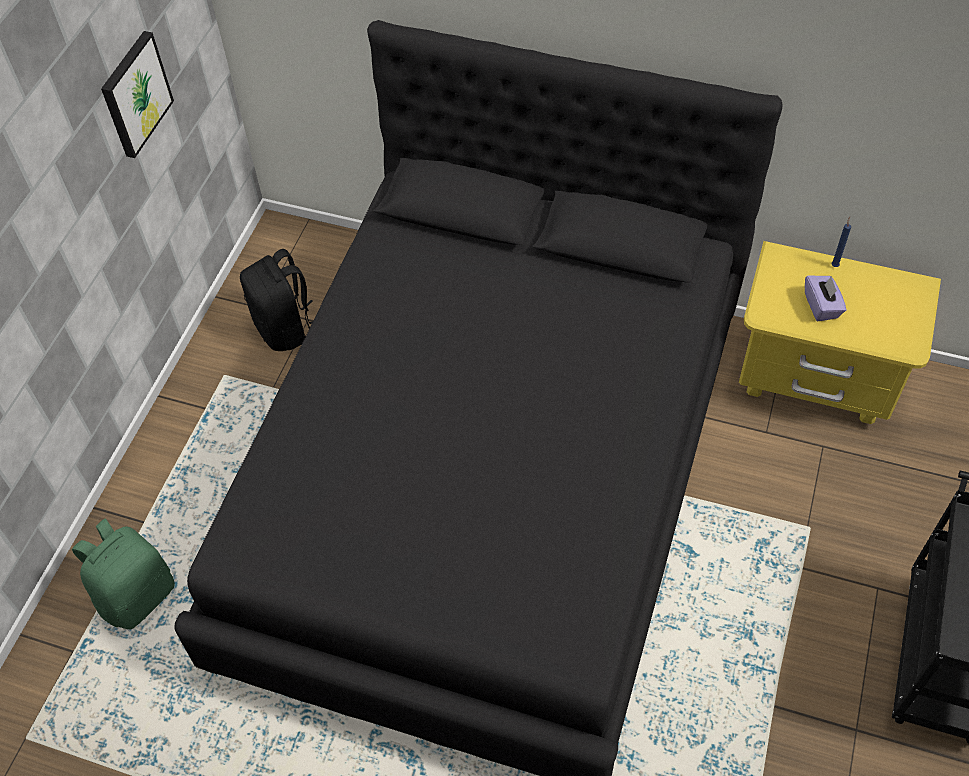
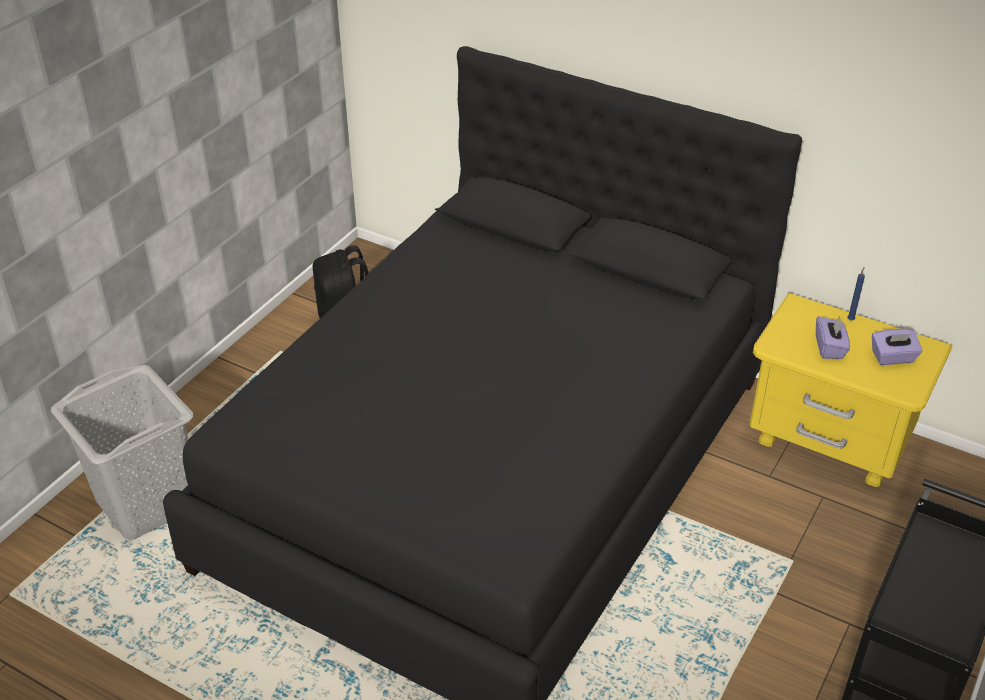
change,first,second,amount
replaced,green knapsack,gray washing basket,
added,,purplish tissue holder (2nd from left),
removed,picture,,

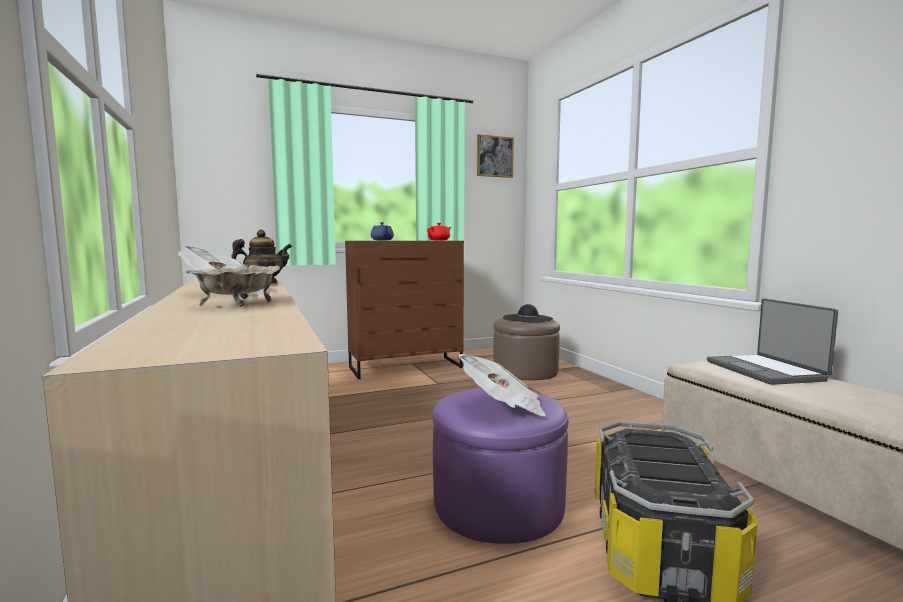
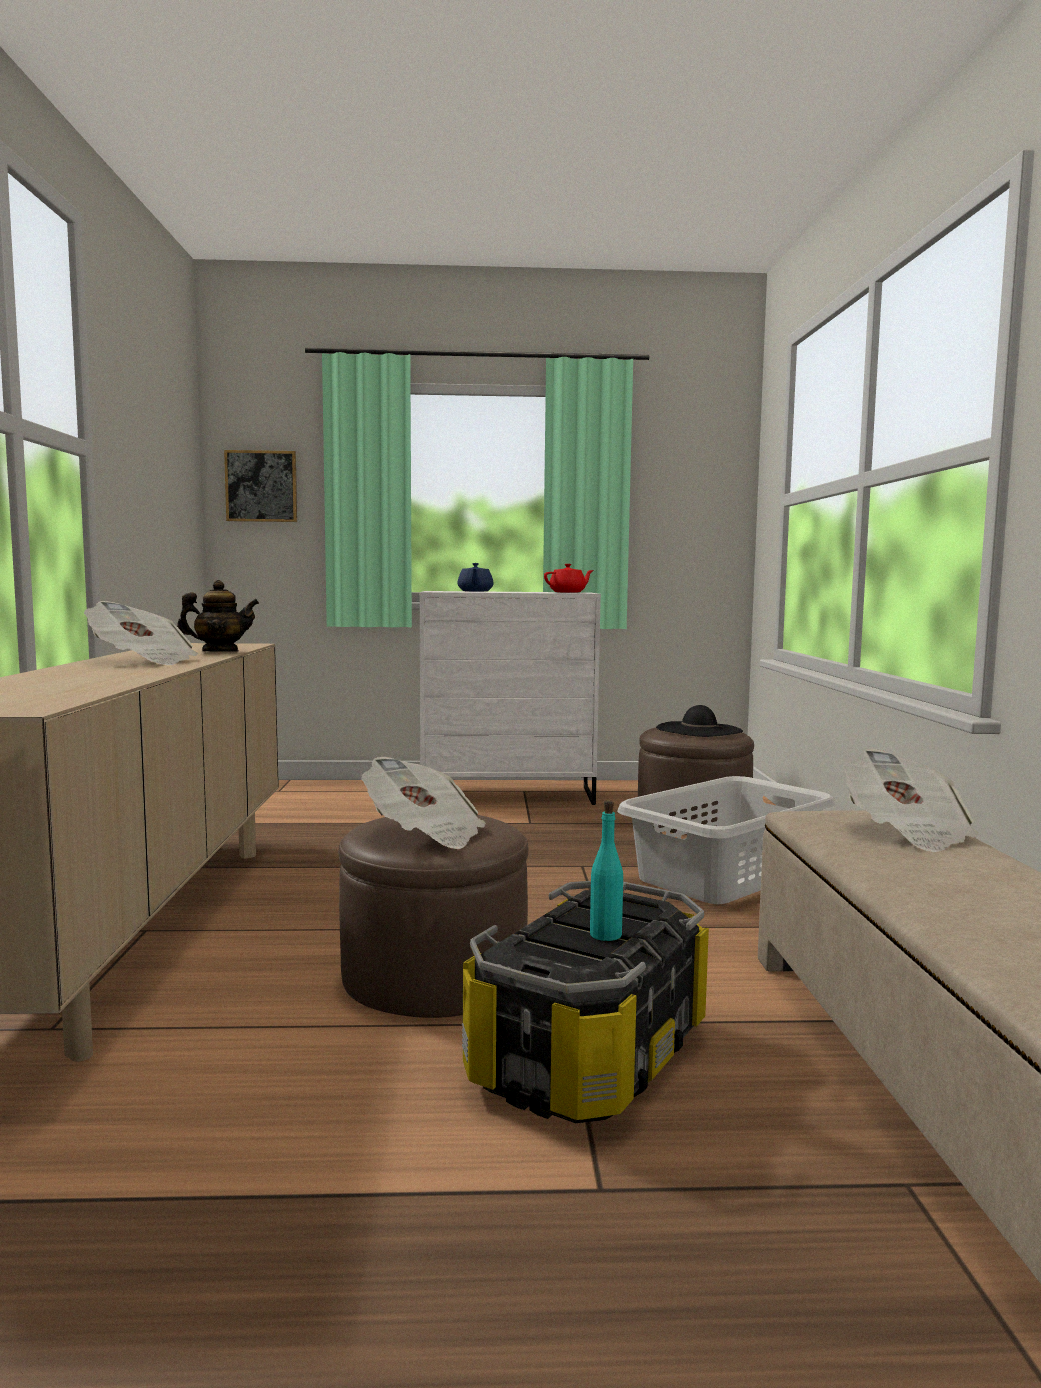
change,first,second,amount
moved,picture,,
recoloured,purplish pouffe,brownish pouffe (1st from left),
recoloured,brownish dresser,whitish dresser,
added,,turquoise-coloured bottle,
added,,gray washing basket,
replaced,laptop,newspaper (3rd from left),
removed,sand-coloured serving bowl,,

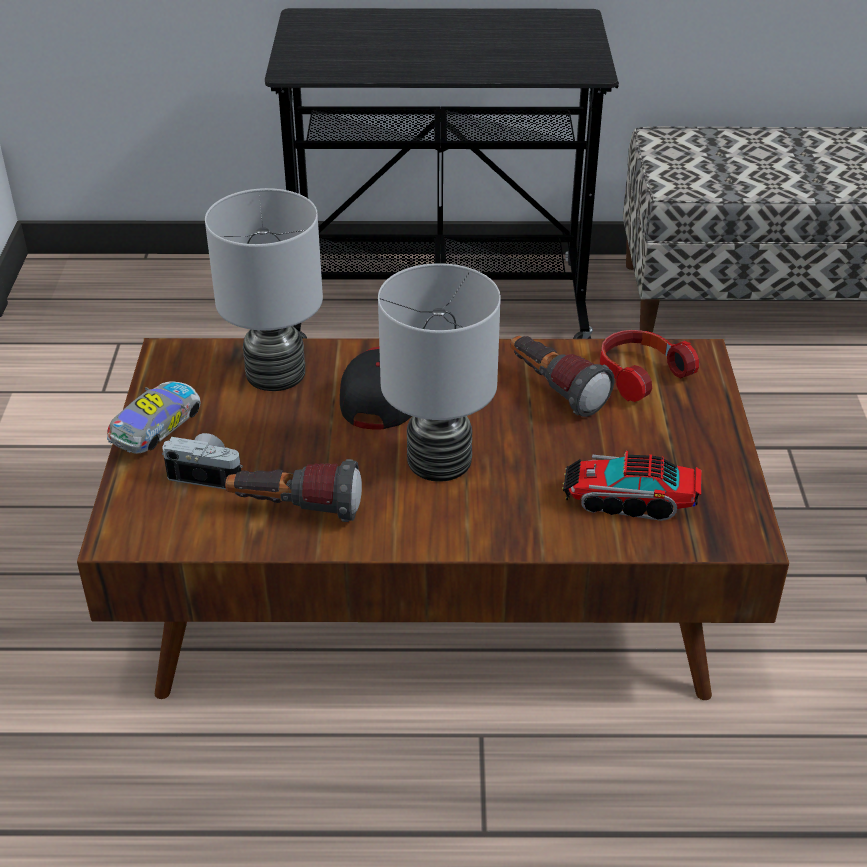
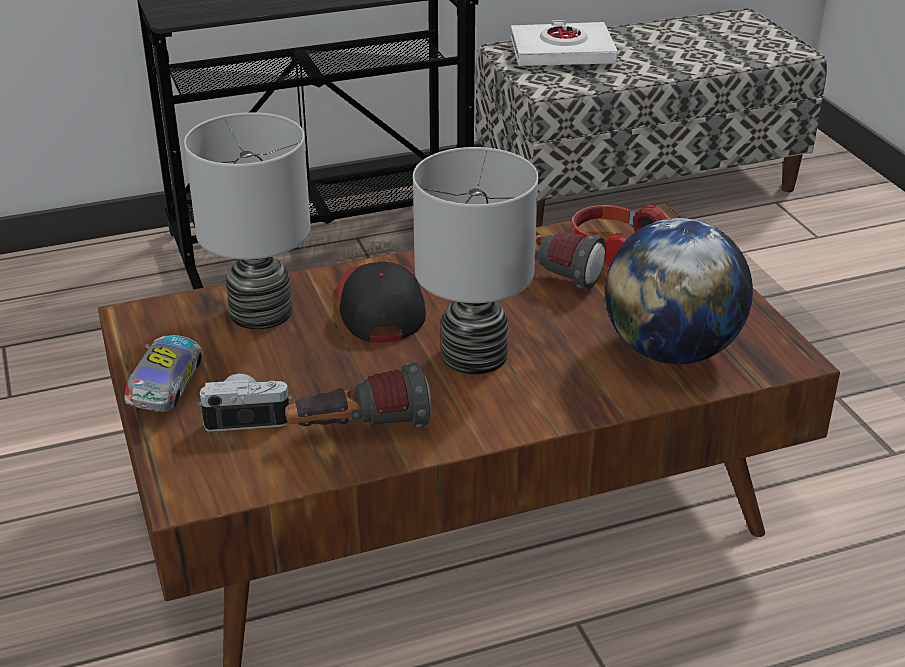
change,first,second,amount
added,,whitish bound book,
replaced,toy lorry,globe,

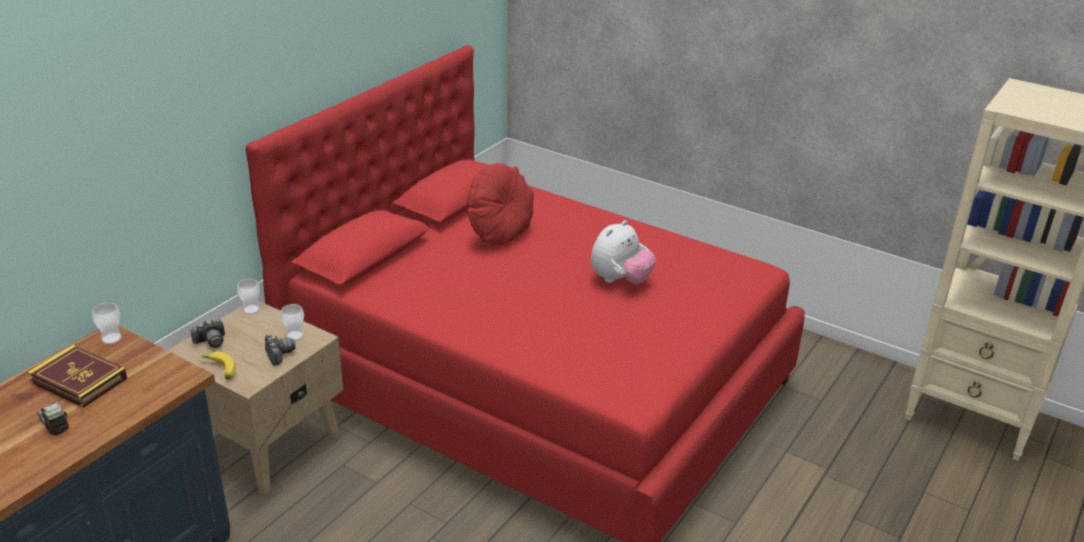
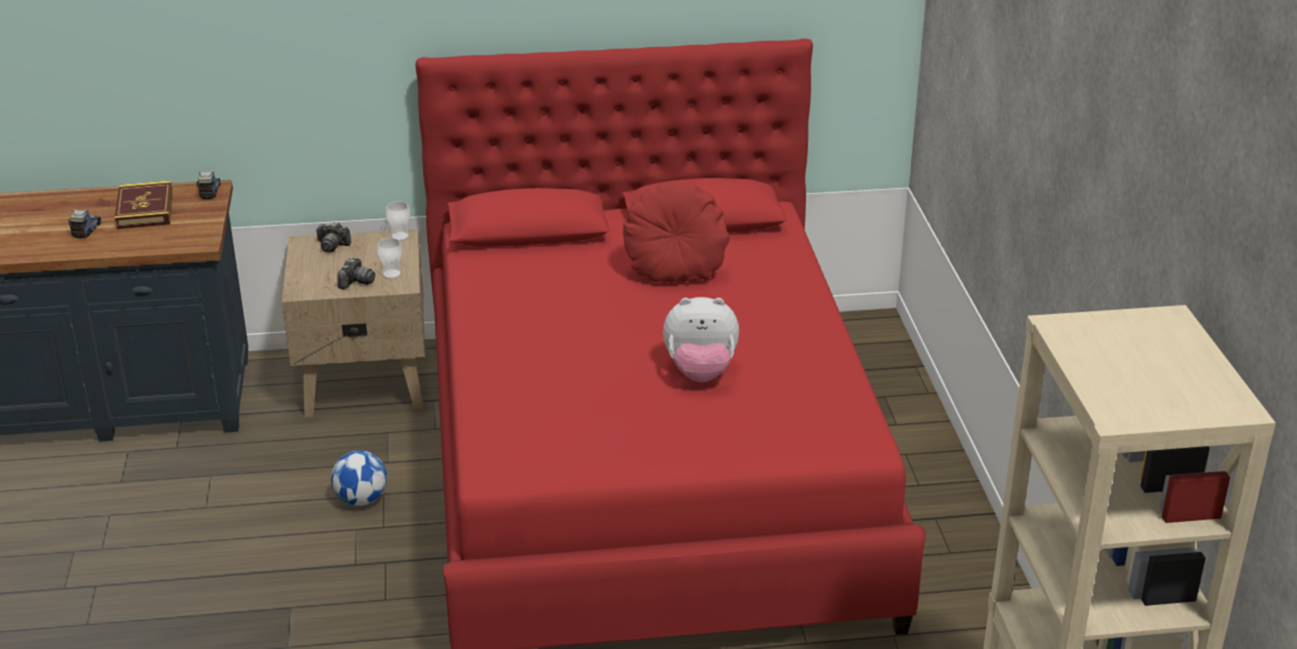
change,first,second,amount
replaced,small cup (1st from left),toy lorry (2nd from left),
added,,football ball,
removed,banana fruit,,

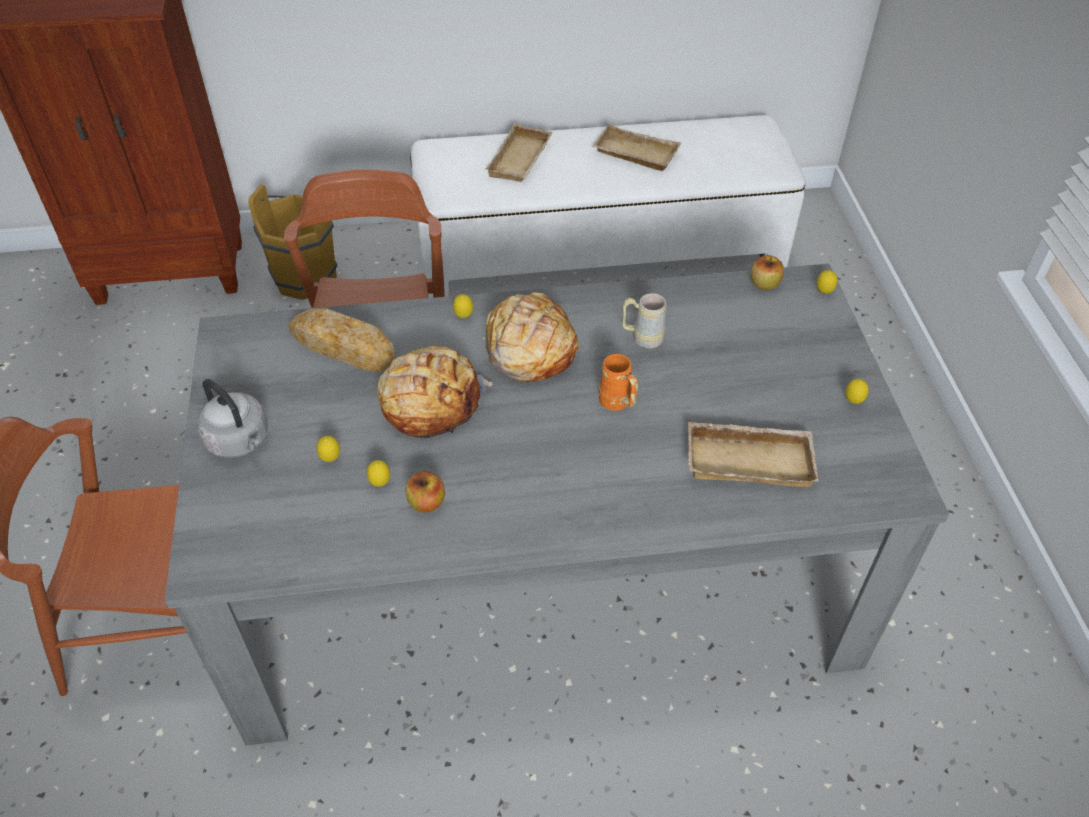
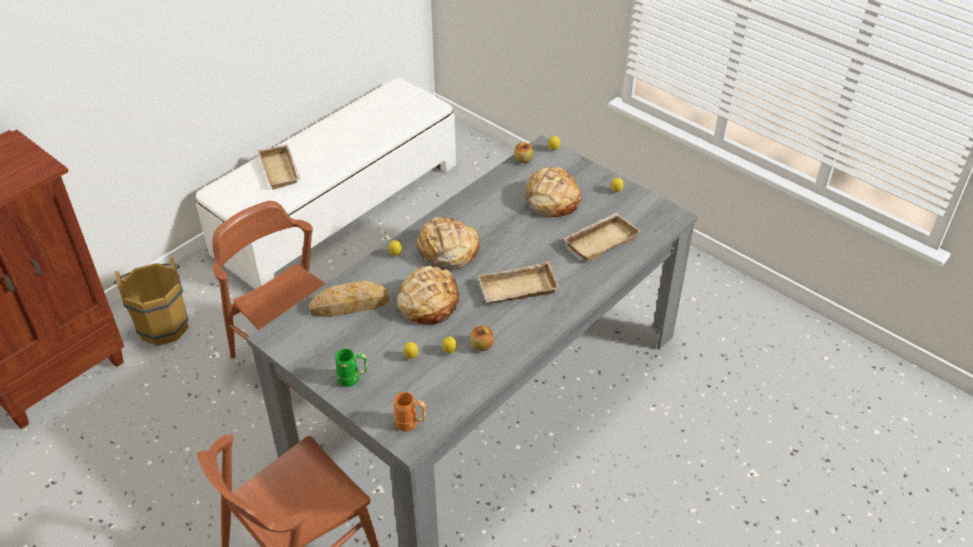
change,first,second,amount
replaced,gray kettle,green mug,
moved,orangey mug,,
moved,sand-coloured serving tray (2nd from left),,
added,,bakery bread (4th from left),
removed,sand-coloured mug,,

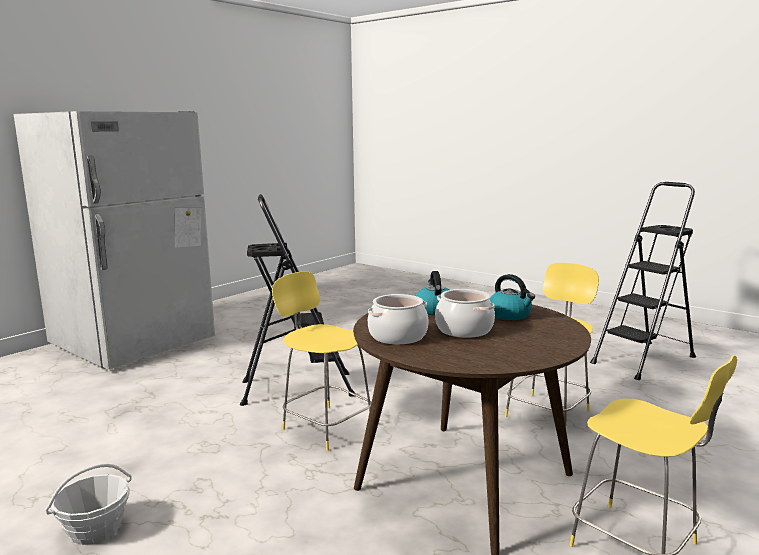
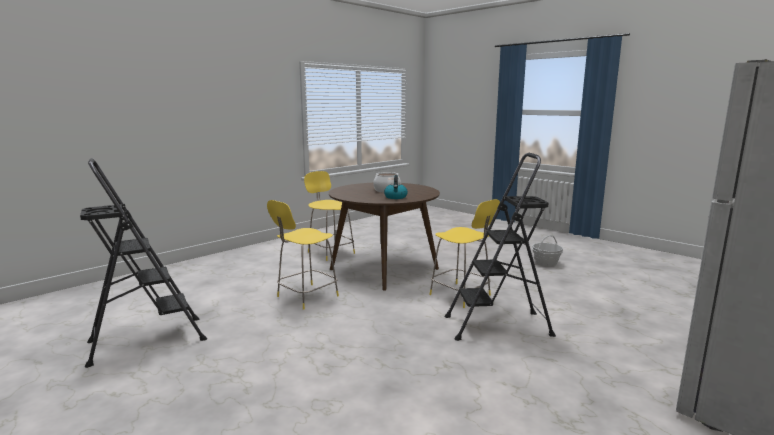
change,first,second,amount
removed,stockpot (1st from left),,
removed,kettle (2nd from left),,

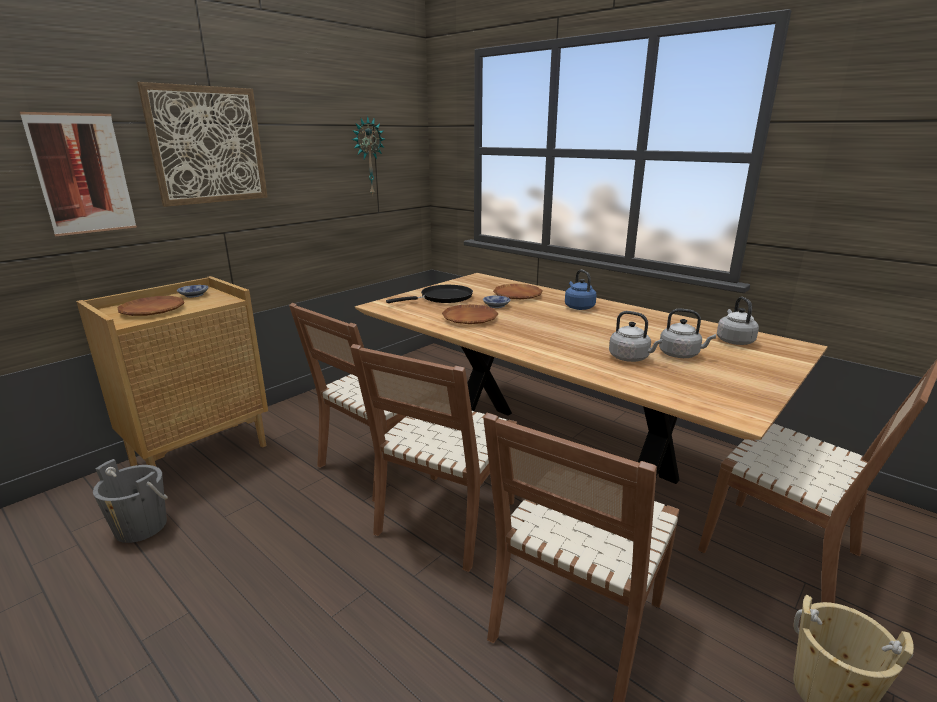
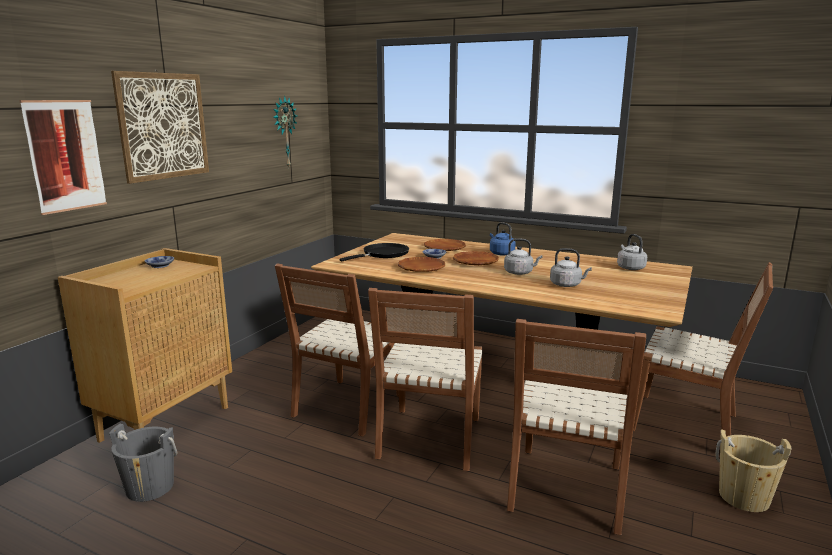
change,first,second,amount
moved,brownish flat dish (1st from left in the first image),brownish flat dish (3rd from left),
moved,gray kettle (2nd from left in the first image),gray kettle (1st from left),

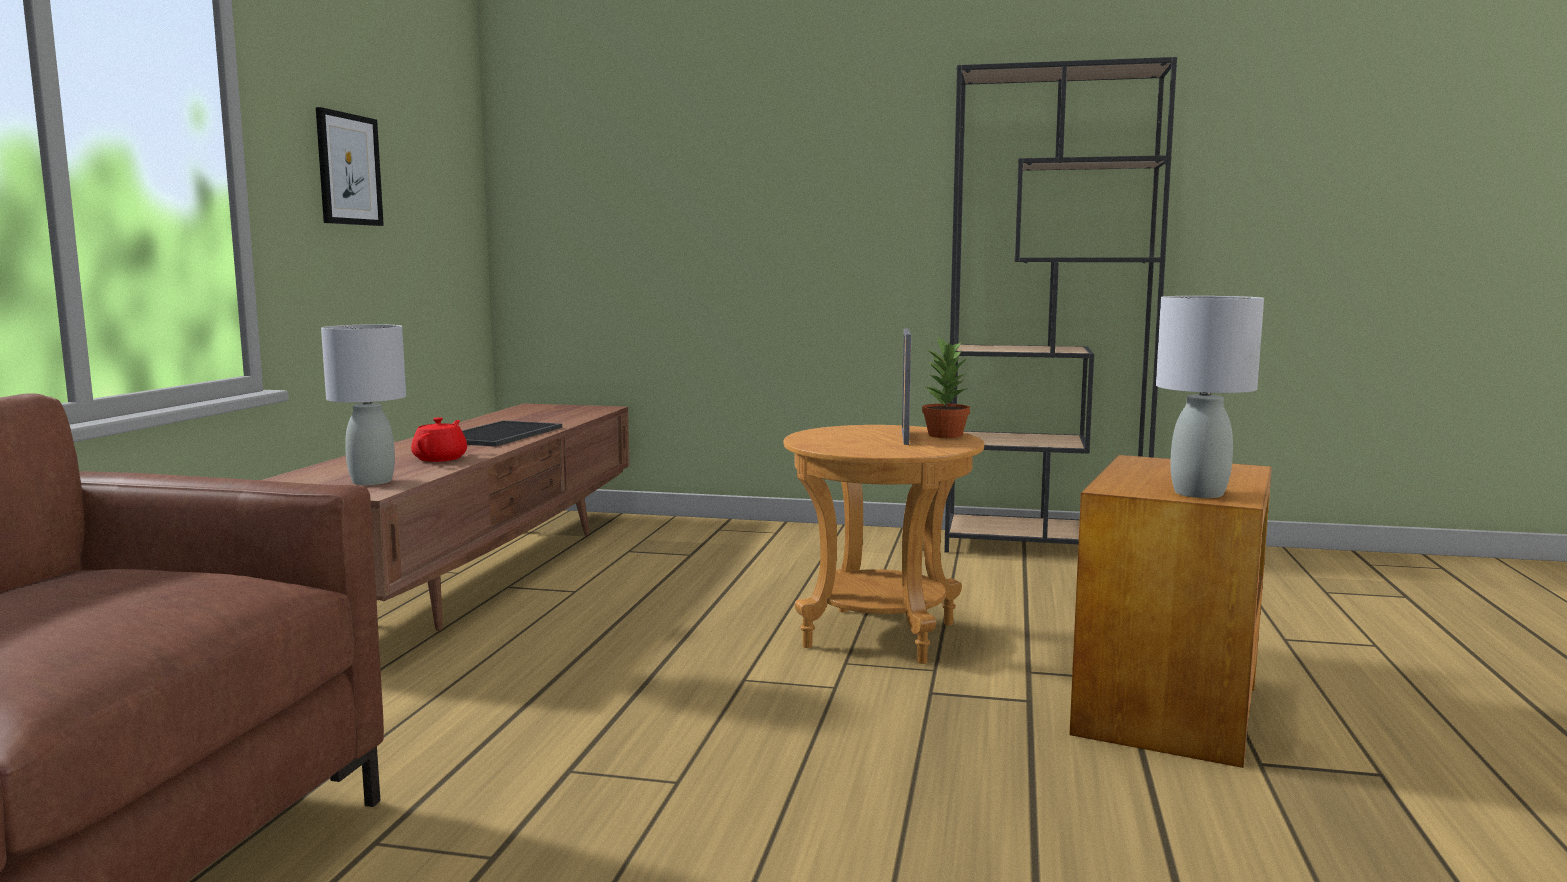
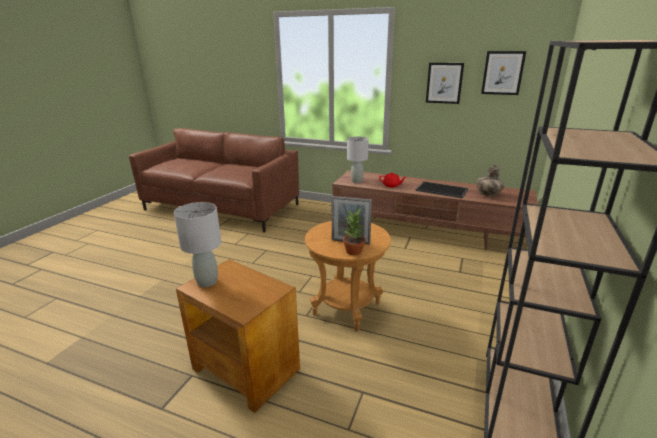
change,first,second,amount
added,,vase,
added,,picture (2nd from left),

